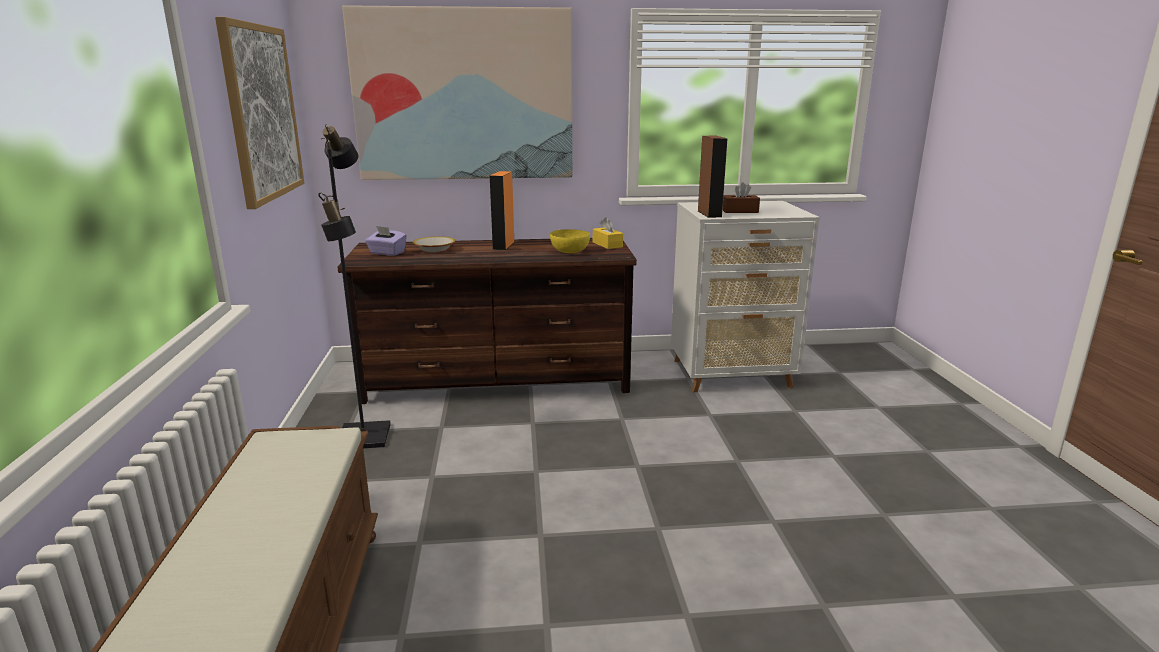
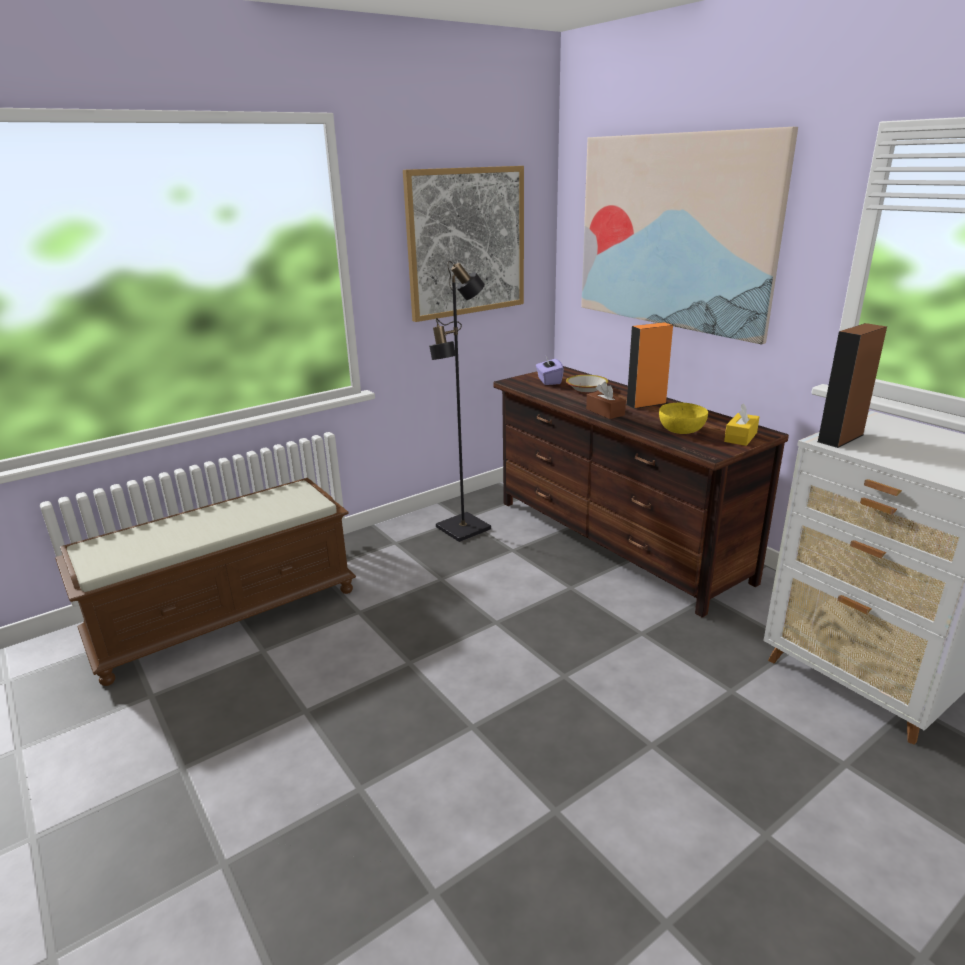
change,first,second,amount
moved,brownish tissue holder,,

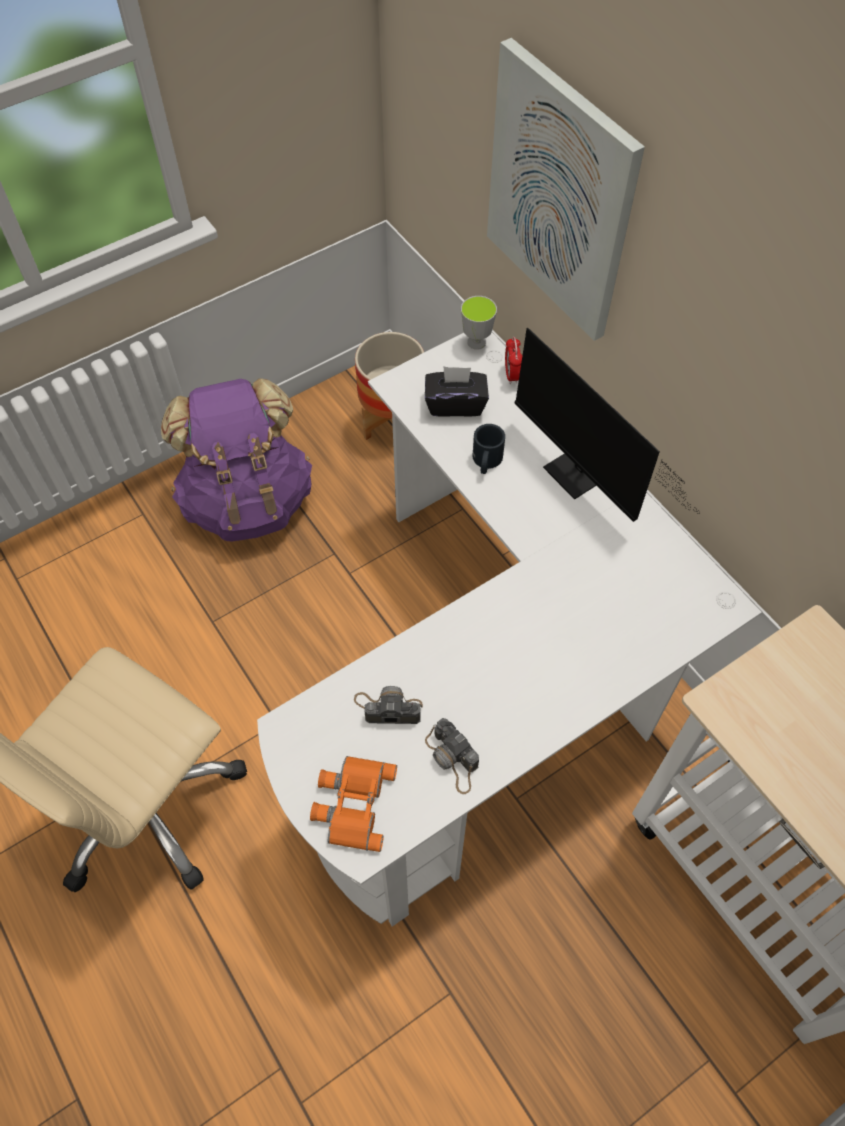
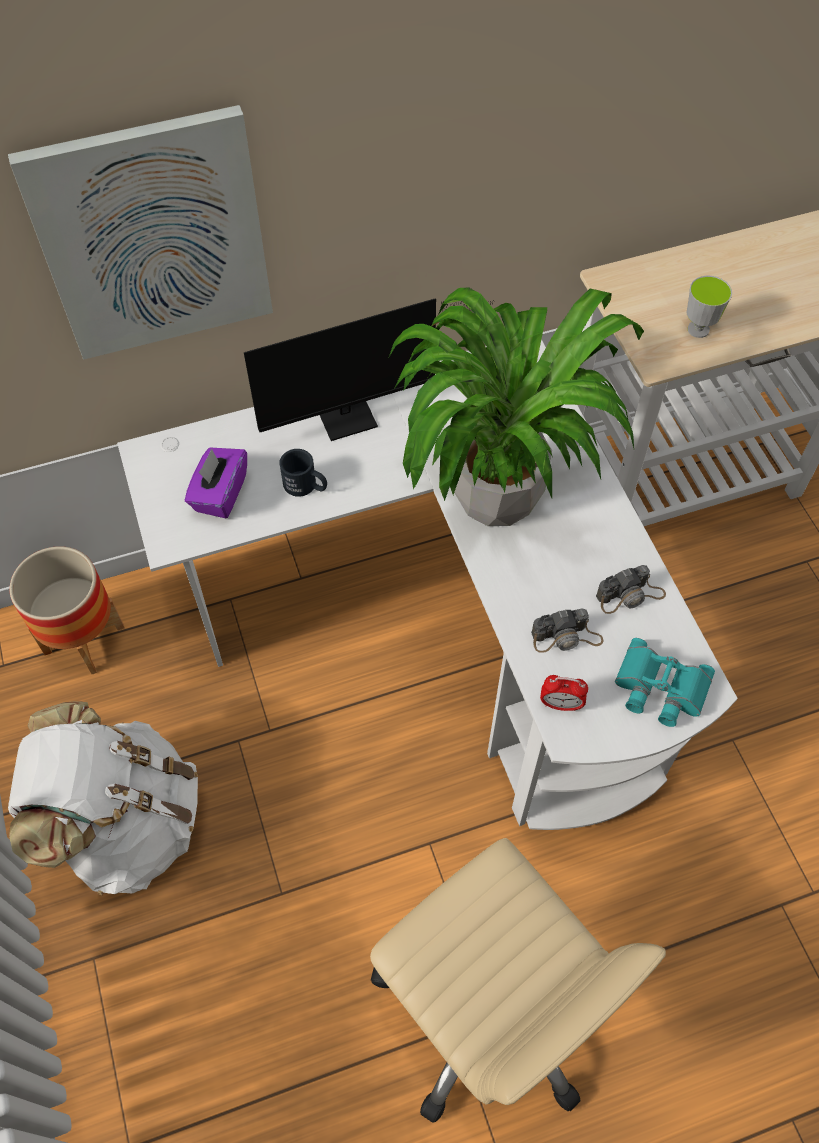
change,first,second,amount
recoloured,purplish knapsack,whitish knapsack,
recoloured,black-coloured tissue holder,purplish tissue holder,
added,,potted plant,
turned,photo camera (1st from left),,120 degrees counterclockwise
moved,bedside clock,,
recoloured,orangey field glasses,turquoise-coloured field glasses,
moved,small cup,,

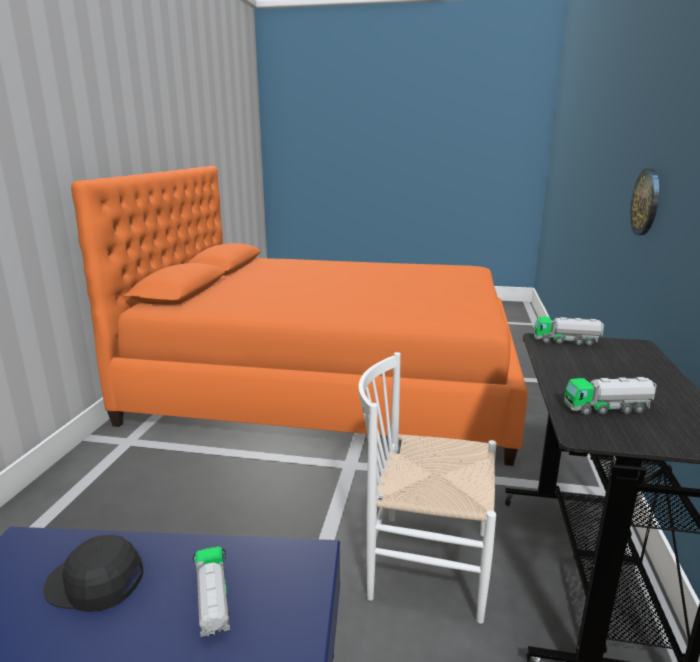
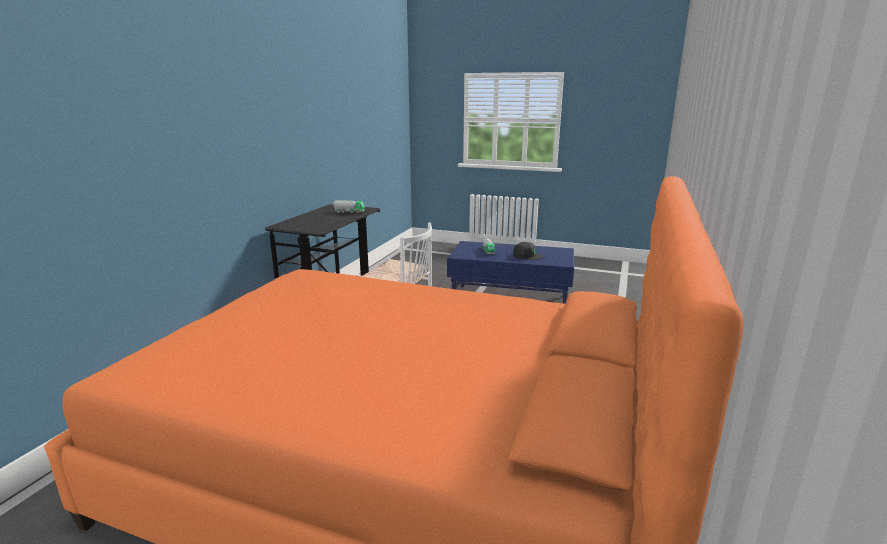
change,first,second,amount
removed,toy lorry (2nd from left),,
removed,wall clock,,

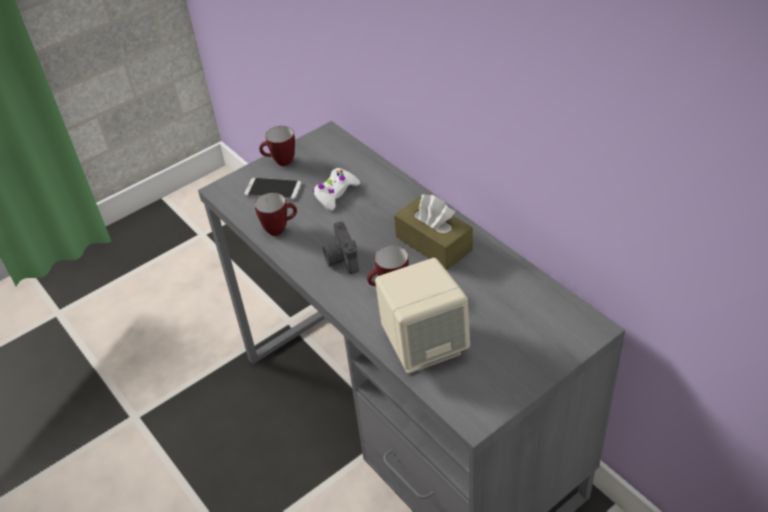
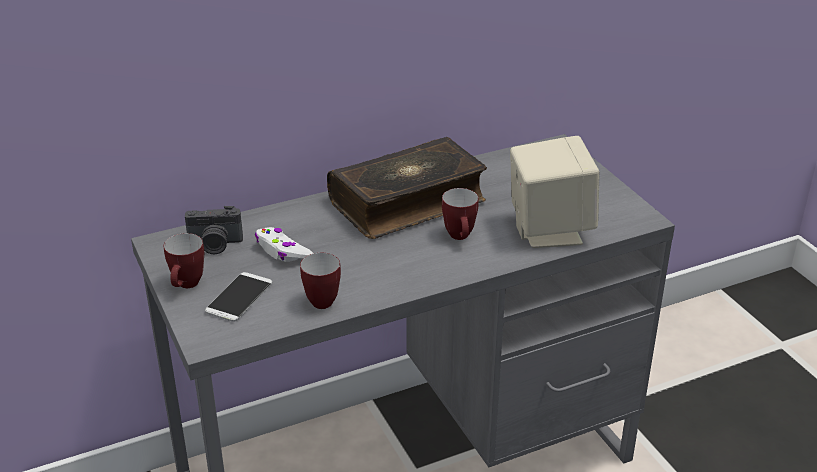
change,first,second,amount
moved,photo camera,,
replaced,brownish tissue holder,bound book,

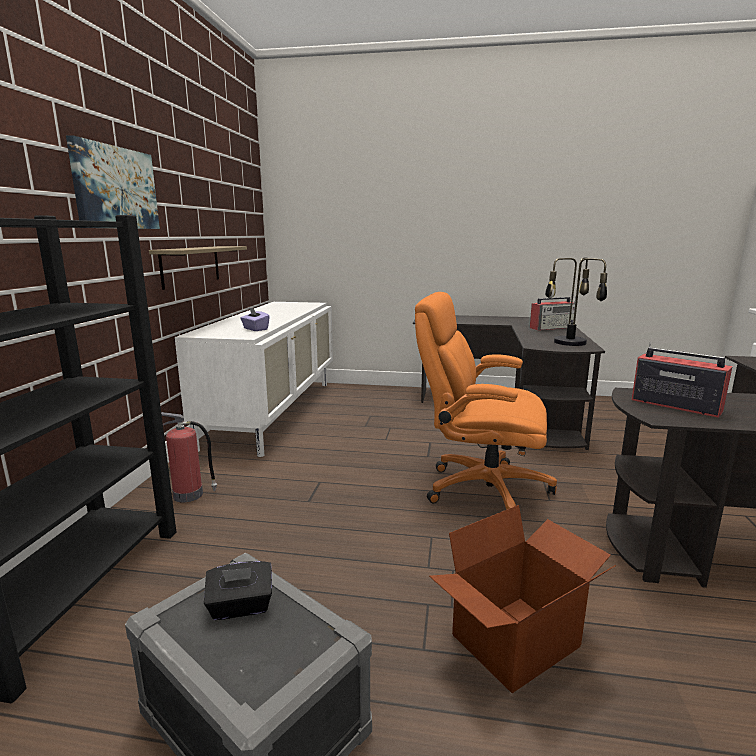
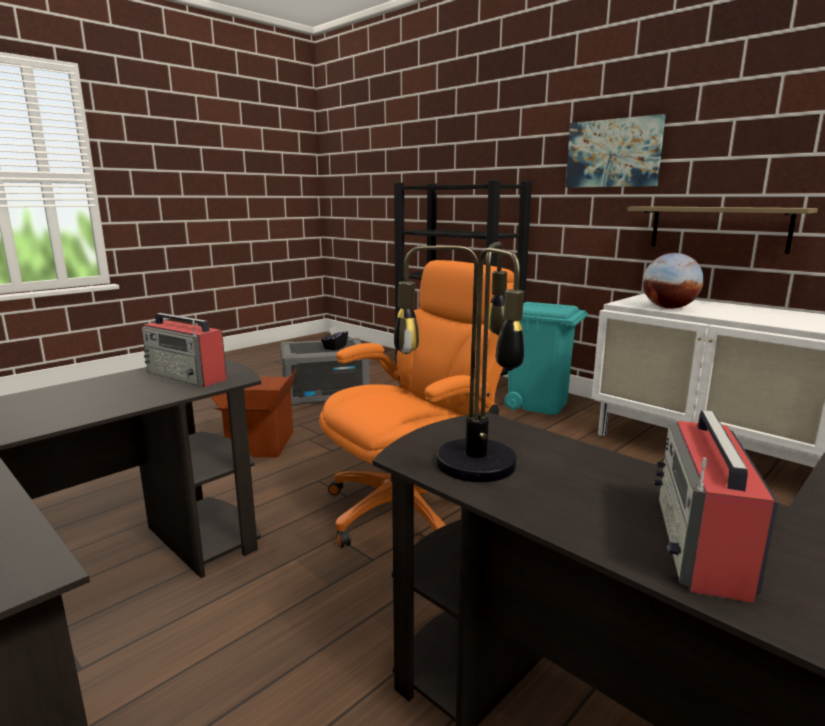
change,first,second,amount
turned,radio (2nd from left in the first image),radio (1st from left),45 degrees clockwise
replaced,fire-fighting cylinder,turquoise-coloured waste bin,
replaced,purplish tissue holder,globe,

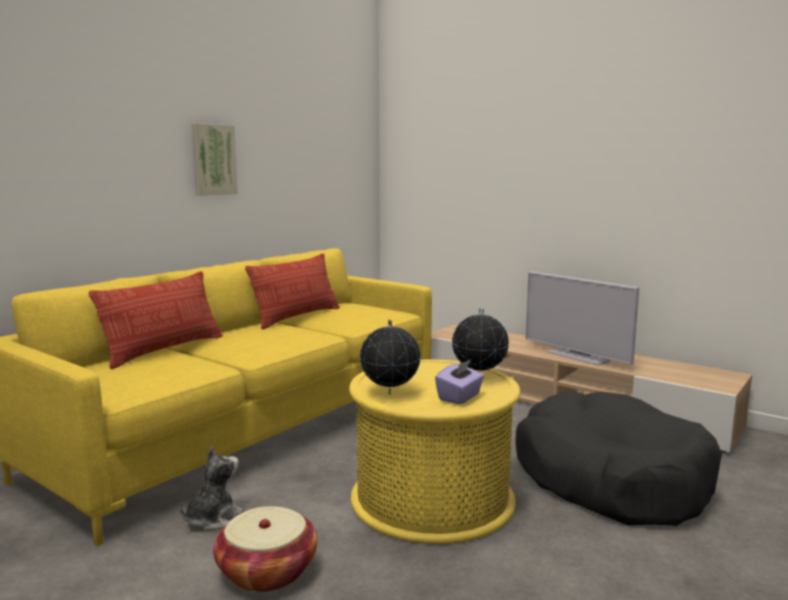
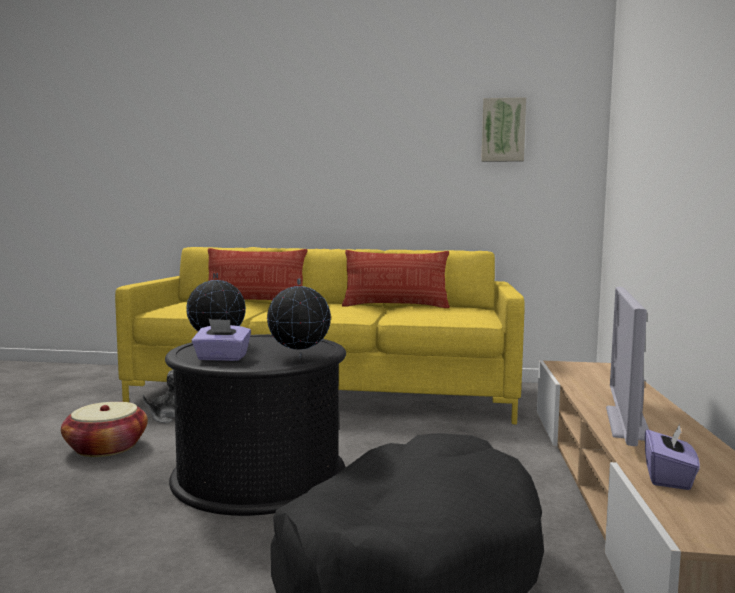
change,first,second,amount
recoloured,yellow-coloured coffee table,black-coloured coffee table,
moved,picture,,
added,,purplish tissue holder (2nd from left),

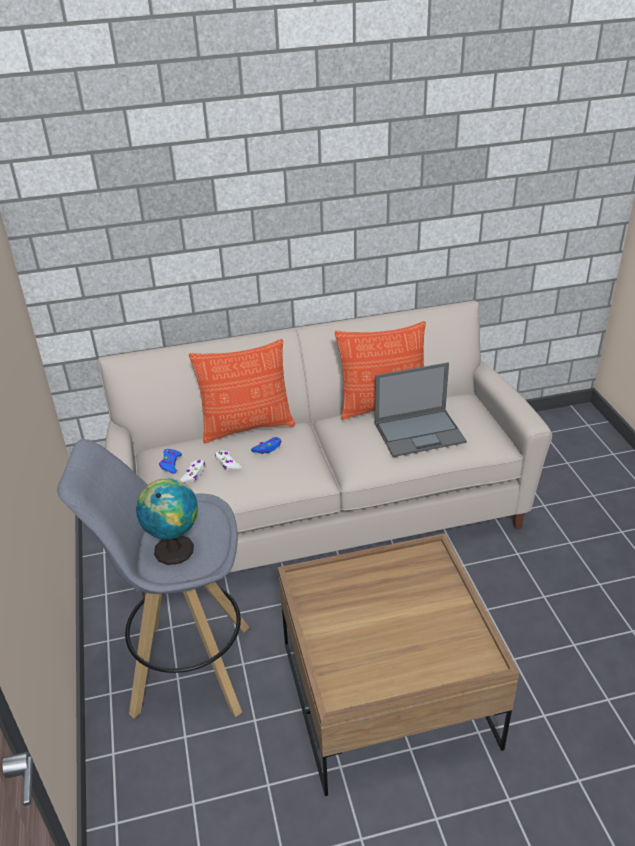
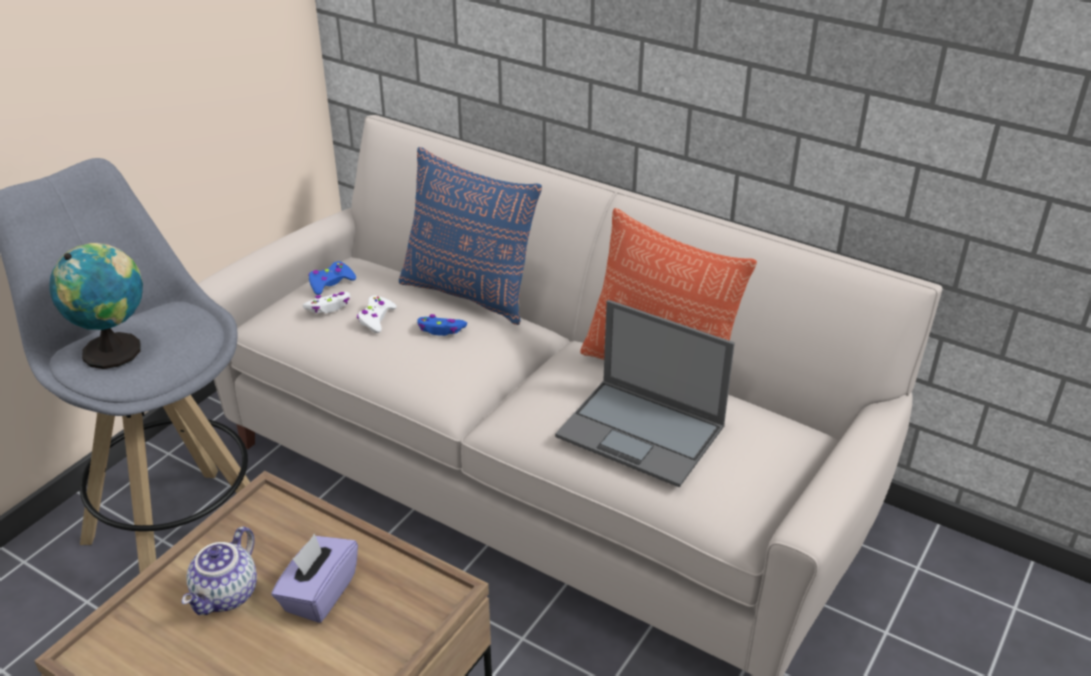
change,first,second,amount
added,,pot for tea,
added,,purplish tissue holder,
recoloured,orangey cushion (1st from left),bluish cushion,

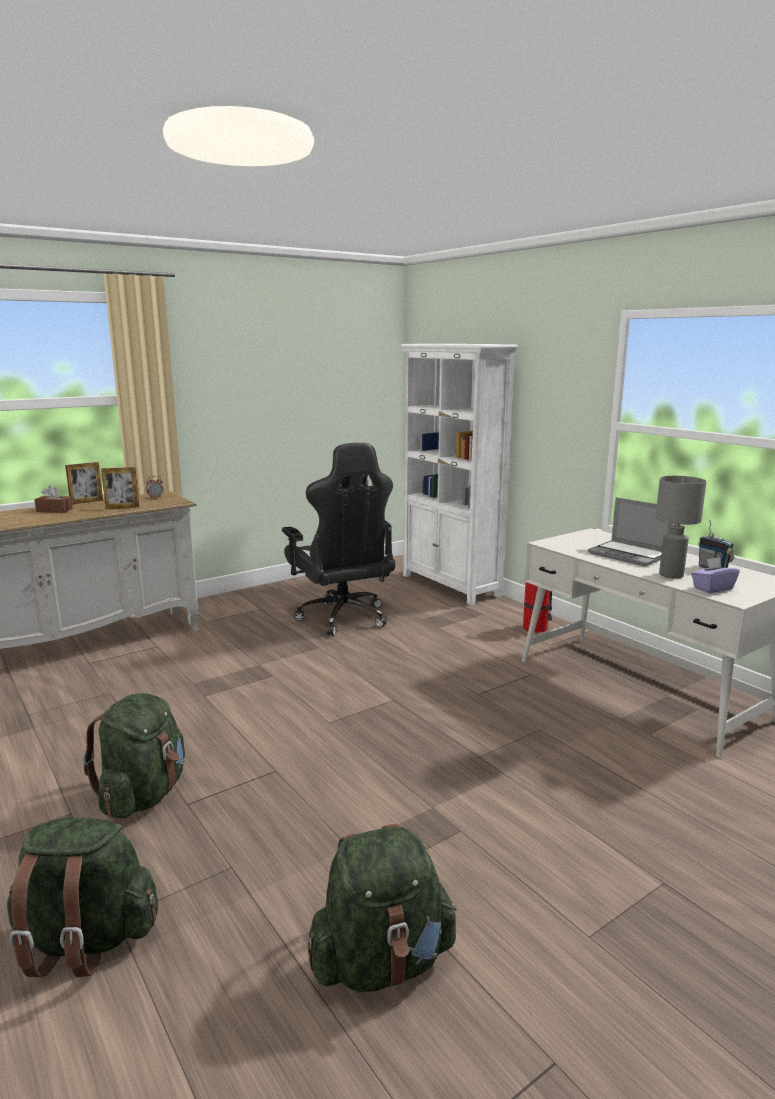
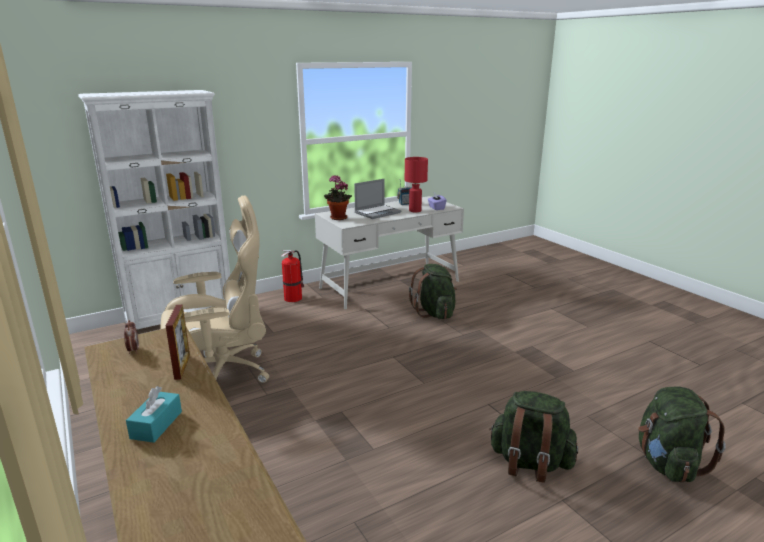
change,first,second,amount
recoloured,brownish tissue holder,turquoise-coloured tissue holder,
recoloured,black-coloured office chair,sand-coloured office chair,
added,,potted plant,
recoloured,gray lamp for a table,red-coloured lamp for a table,
moved,green knapsack (3rd from left in the first image),green knapsack (1st from left),
removed,picture frame (1st from left),,

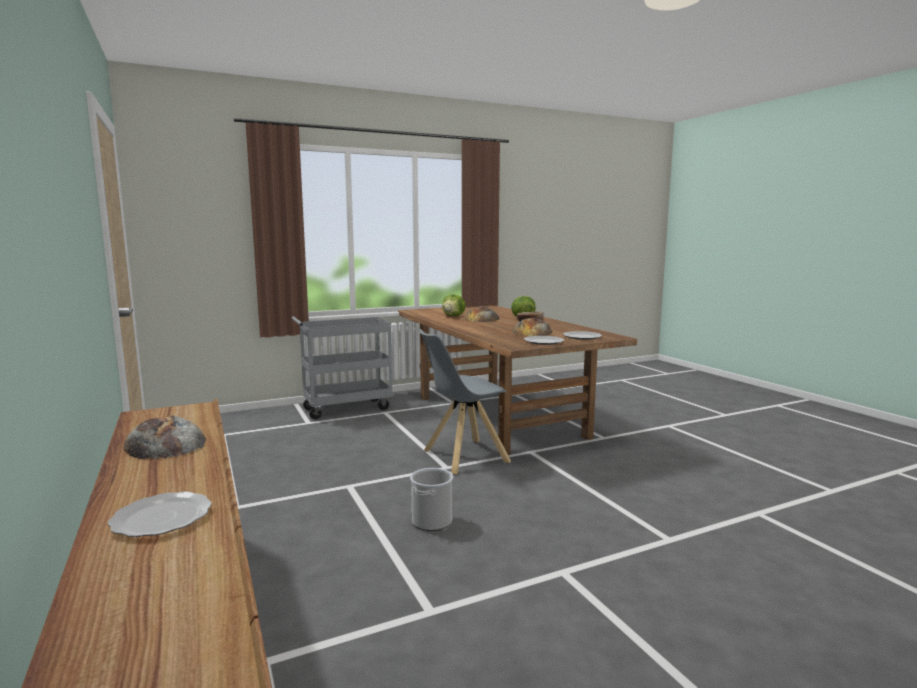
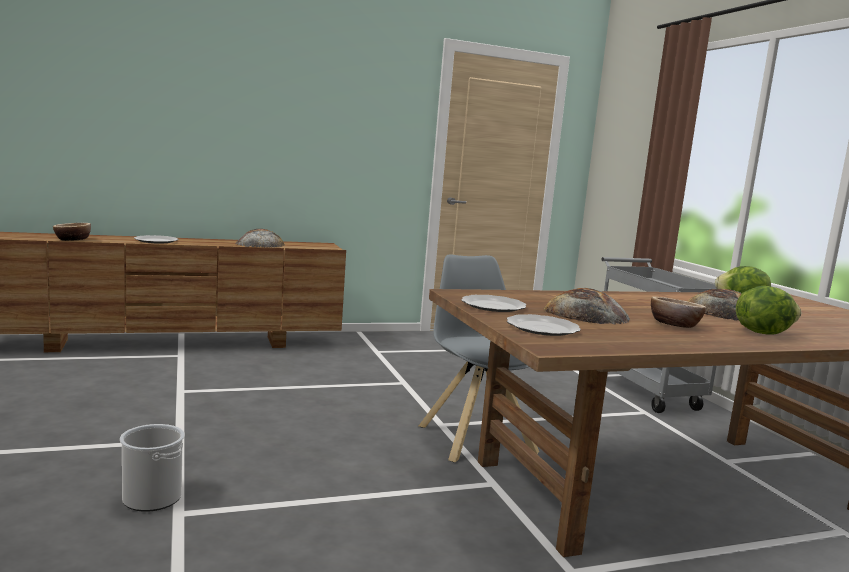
change,first,second,amount
added,,serving bowl (1st from left),
moved,water bucket,,

